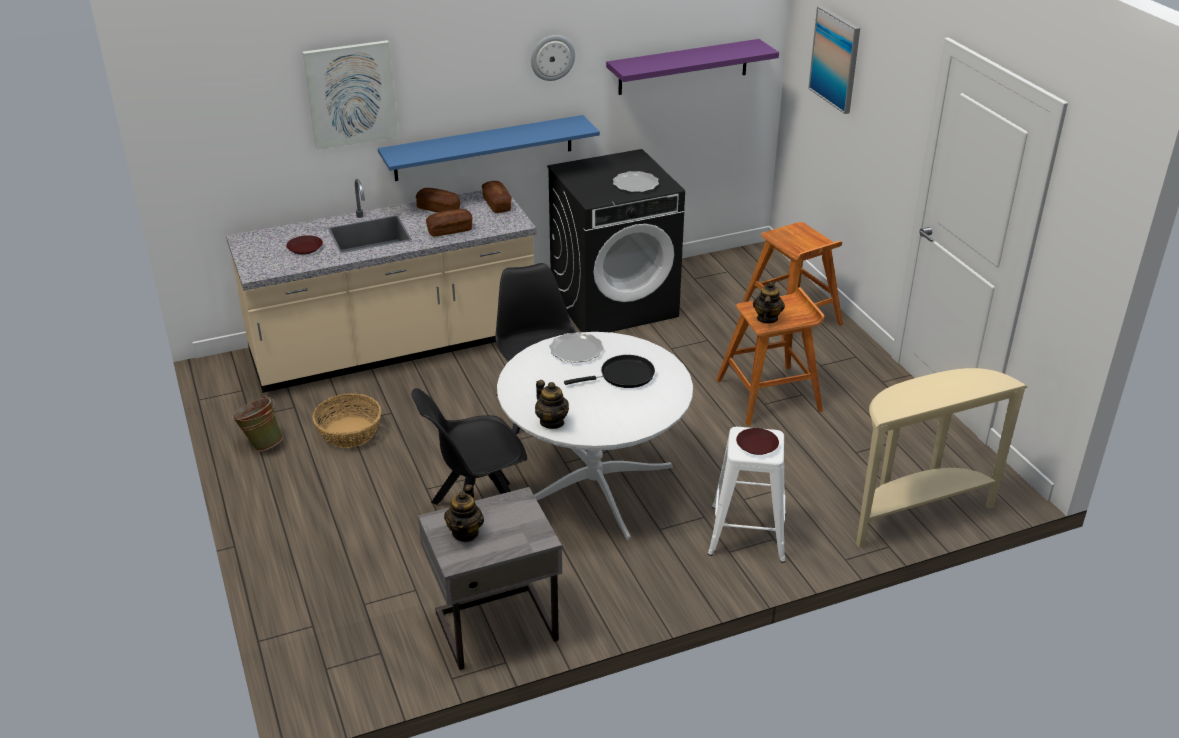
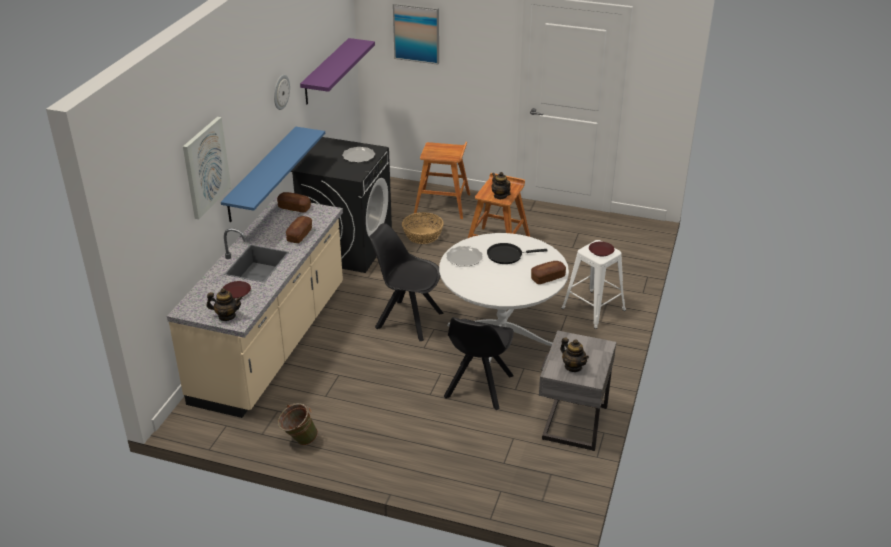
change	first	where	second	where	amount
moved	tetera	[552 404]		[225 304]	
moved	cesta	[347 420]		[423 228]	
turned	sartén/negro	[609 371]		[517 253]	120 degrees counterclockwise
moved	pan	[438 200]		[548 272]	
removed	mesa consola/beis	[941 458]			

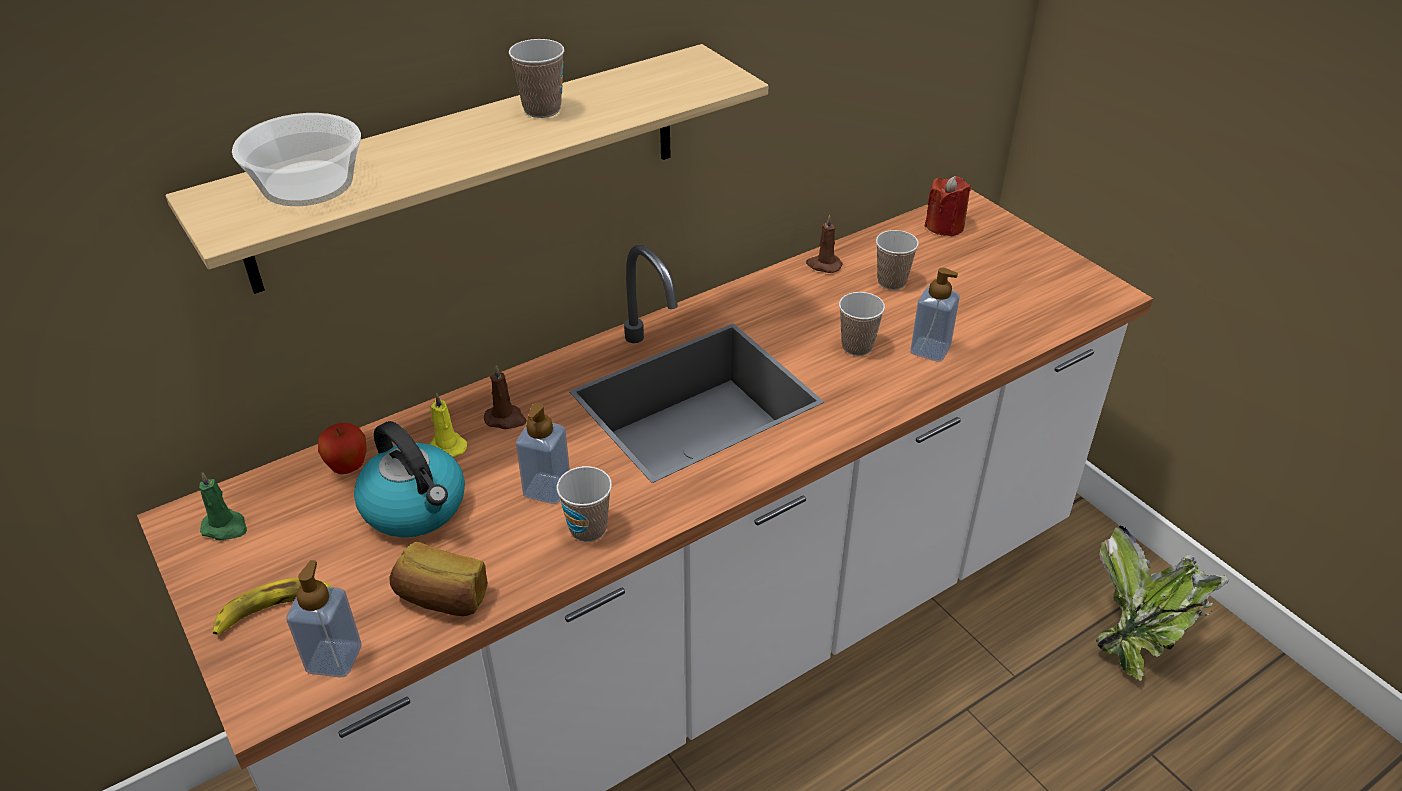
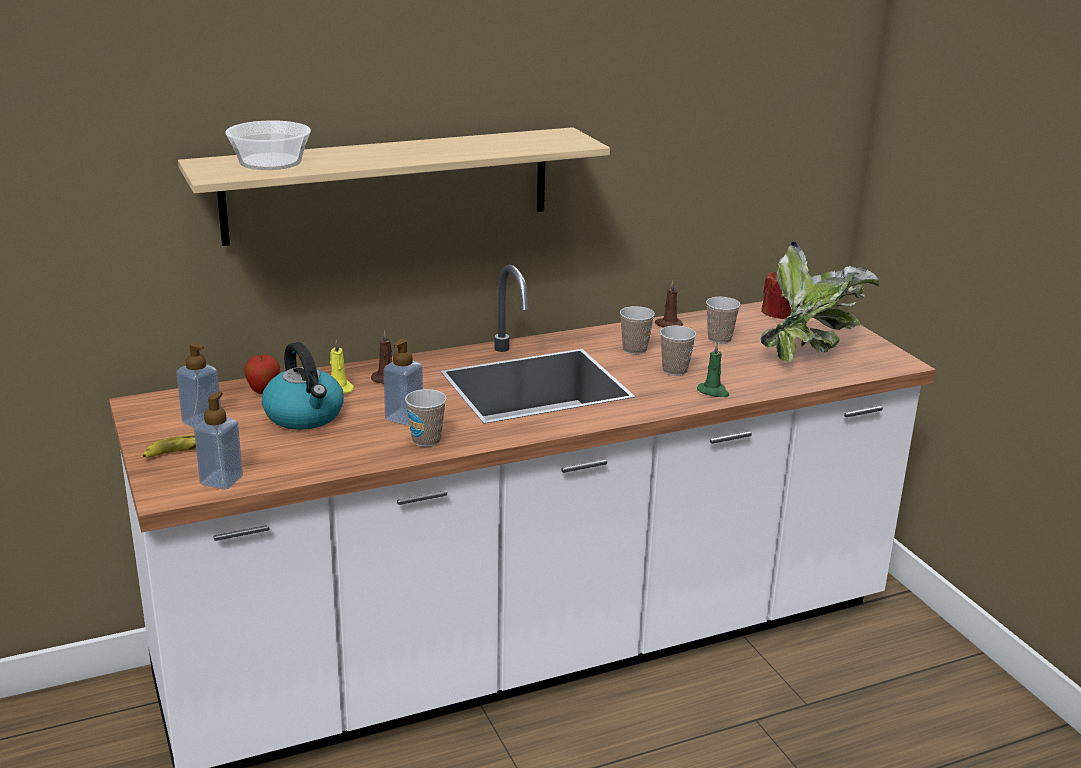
change	first	where	second	where	amount
moved	dispensador de jabón	[935 315]		[198 385]	
moved	taza	[537 78]		[637 330]	
moved	vela/verde	[223 506]		[713 370]	
moved	planta en maceta	[1162 603]		[820 302]	
removed	pan	[438 579]			

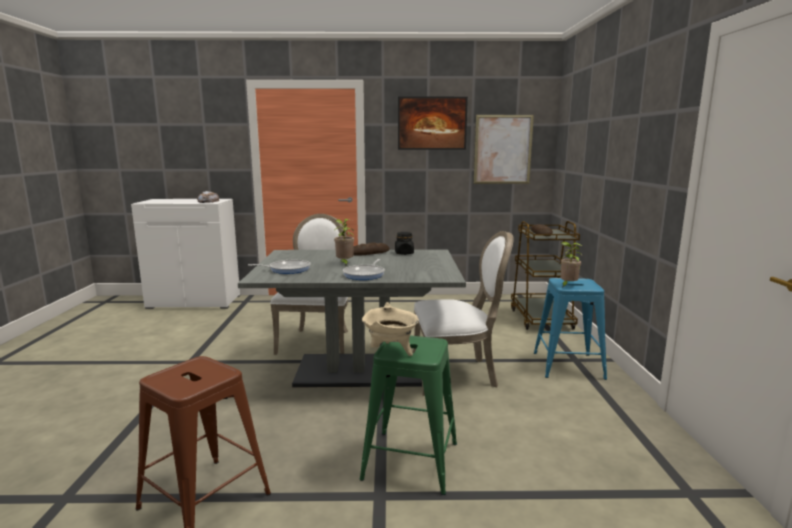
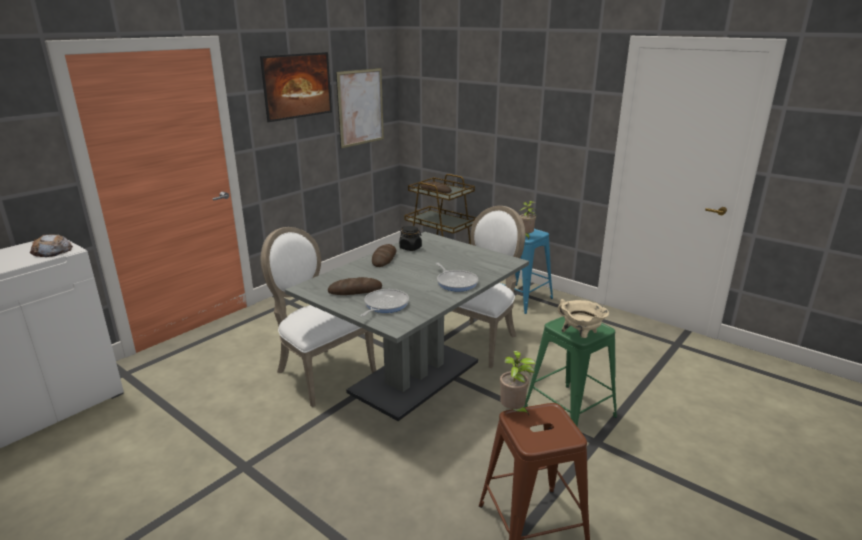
change	first	where	second	where	amount
added			pan	[355 286]	
moved	planta en maceta	[344 242]		[518 384]	

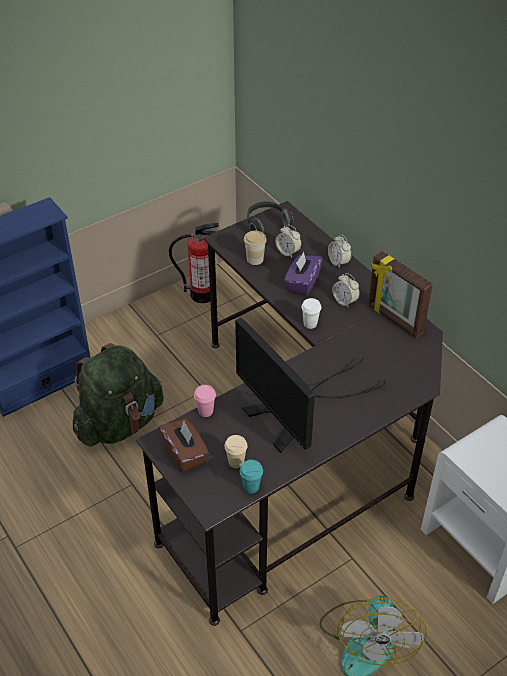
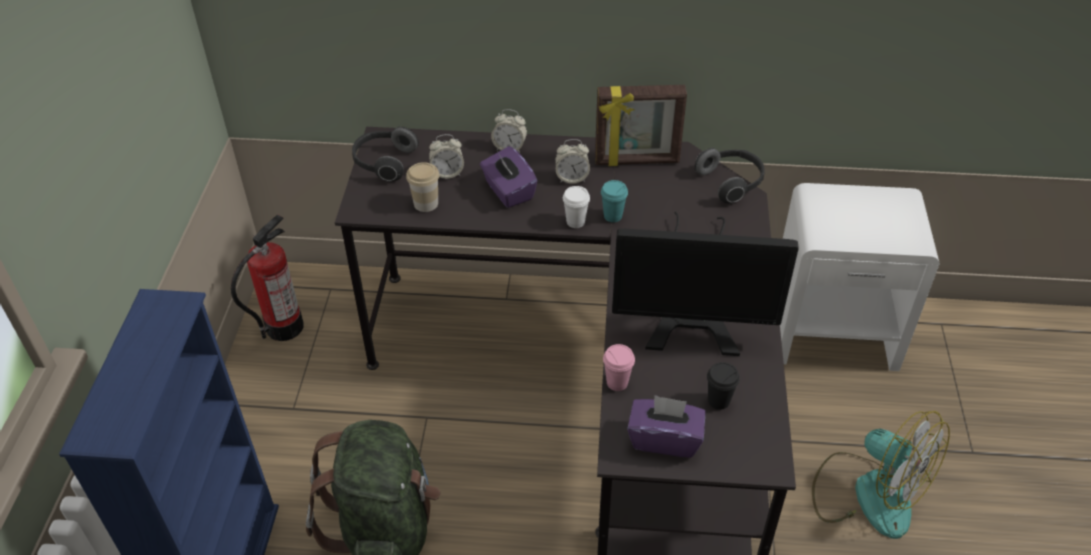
change	first	where	second	where	amount
moved	taza/turquesa	[251 477]		[614 201]	
recoloured	caja de pañuelos/marrón	[184 445]	caja de pañuelos/morado	[666 426]	
added			auriculares	[729 175]	
recoloured	taza/beis	[236 451]	taza/negro	[723 386]	

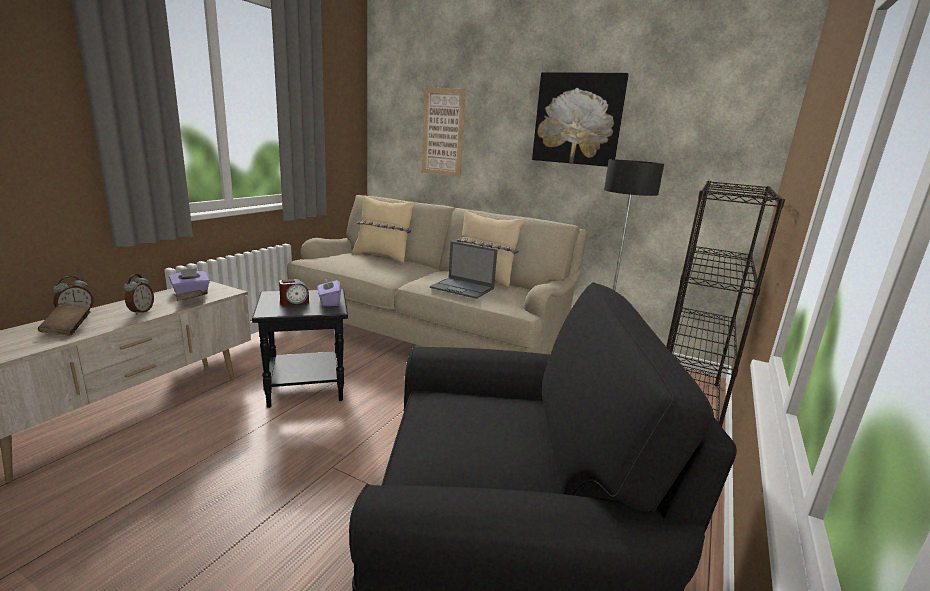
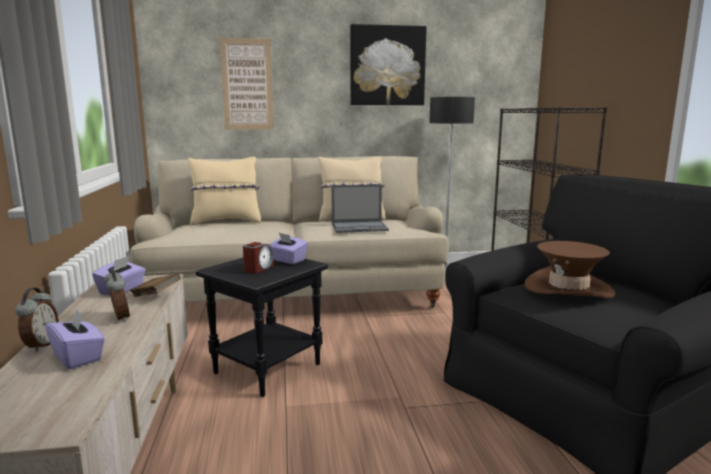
change	first	where	second	where	amount
replaced	libro/marrón	[64 319]	caja de pañuelos/morado	[75 338]	
added			sombrero/marrón	[570 269]	

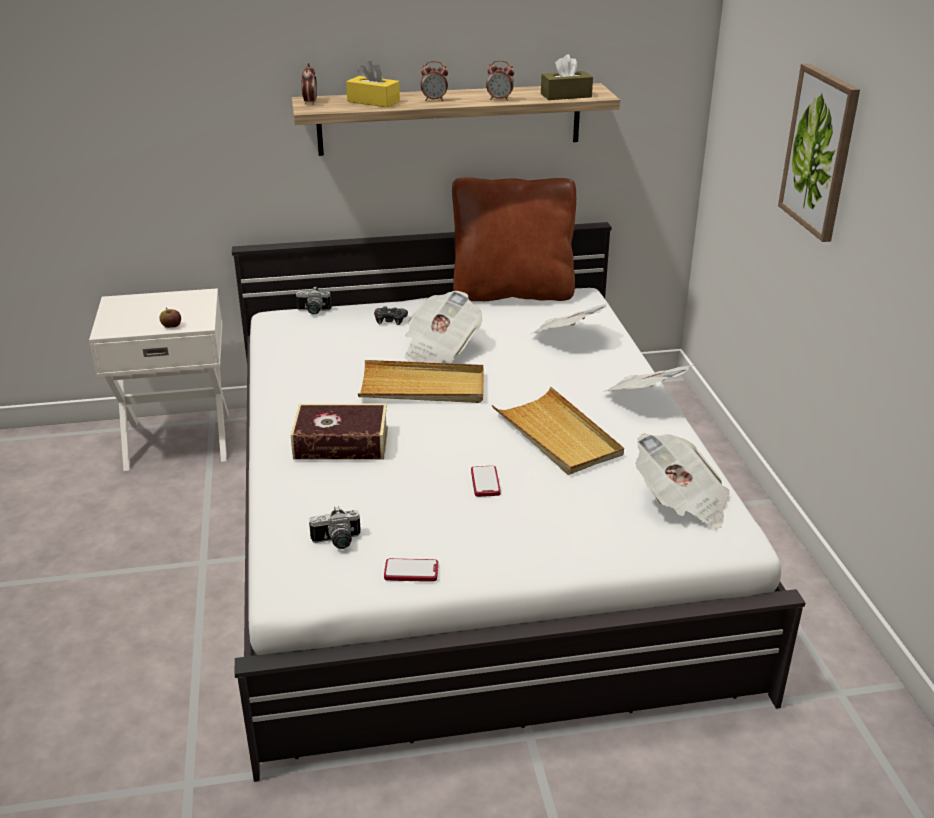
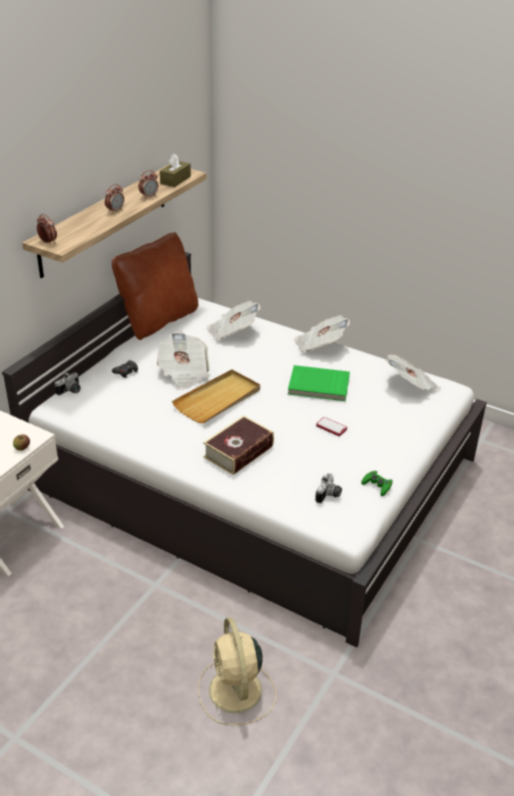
change	first	where	second	where	amount
added			ventilador/beis	[237 671]	
replaced	bandeja/beis	[558 431]	libro/verde	[319 383]	
replaced	móvil	[411 570]	mando de consola/verde	[377 483]	
removed	caja de pañuelos/amarillo	[373 84]			
removed	cuadro	[819 153]			

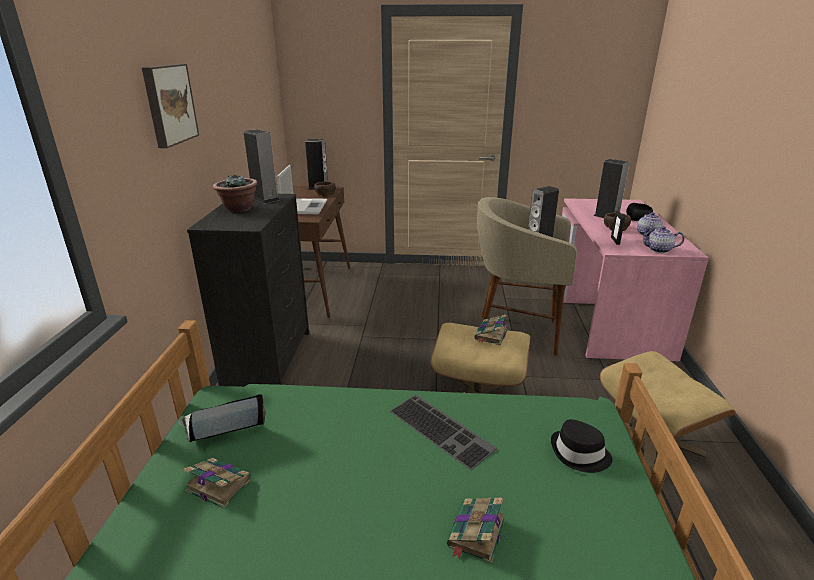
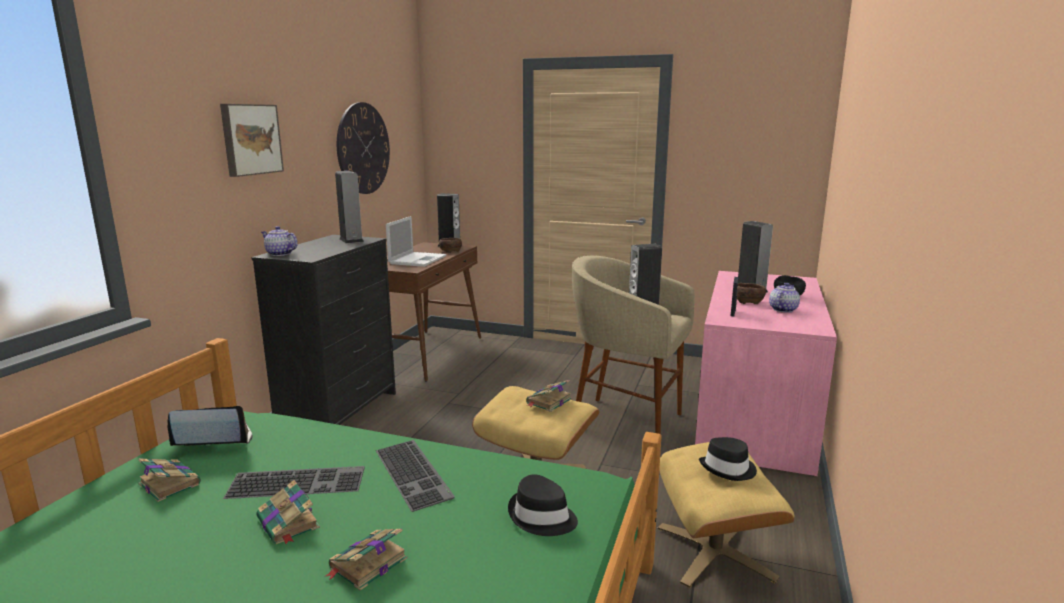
change	first	where	second	where	amount
added			teclado	[294 482]	
added			libro	[288 512]	
moved	tetera	[662 239]		[279 241]	
added			reloj de pared	[363 148]	
added			sombrero/negro	[728 459]	
removed	planta en maceta	[235 193]			

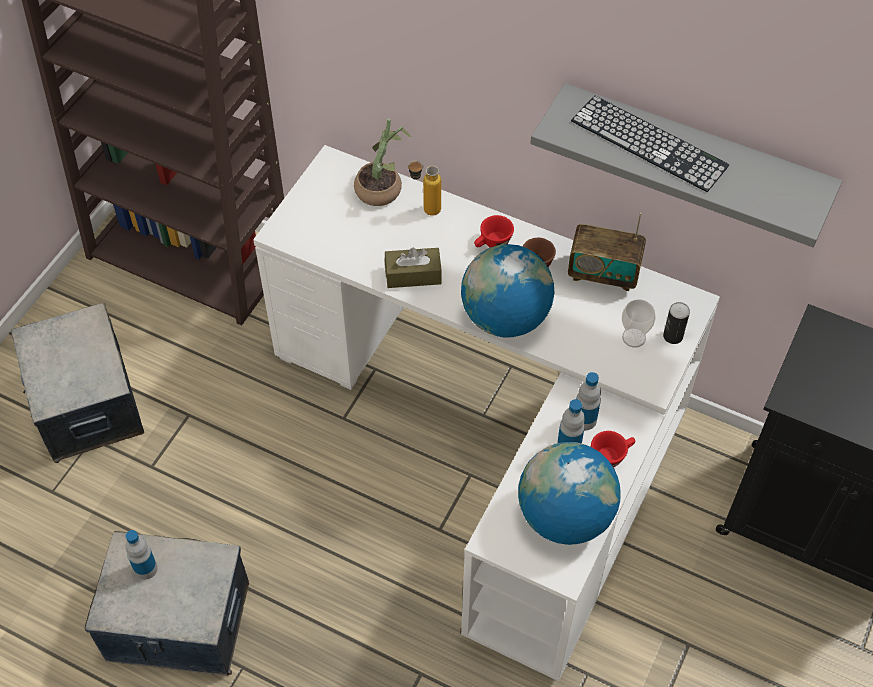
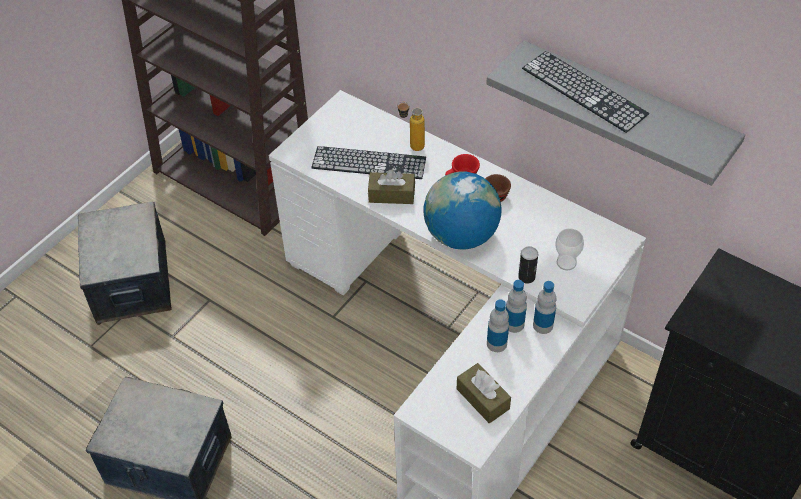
change	first	where	second	where	amount
added			teclado	[368 162]	
replaced	globo terráqueo	[569 493]	caja de pañuelos/marrón	[484 393]	
moved	lata	[676 323]		[528 265]	
moved	botella	[141 555]		[545 307]	
removed	planta en maceta	[382 162]			
removed	radio	[607 251]			
removed	taza/rojo	[613 449]			

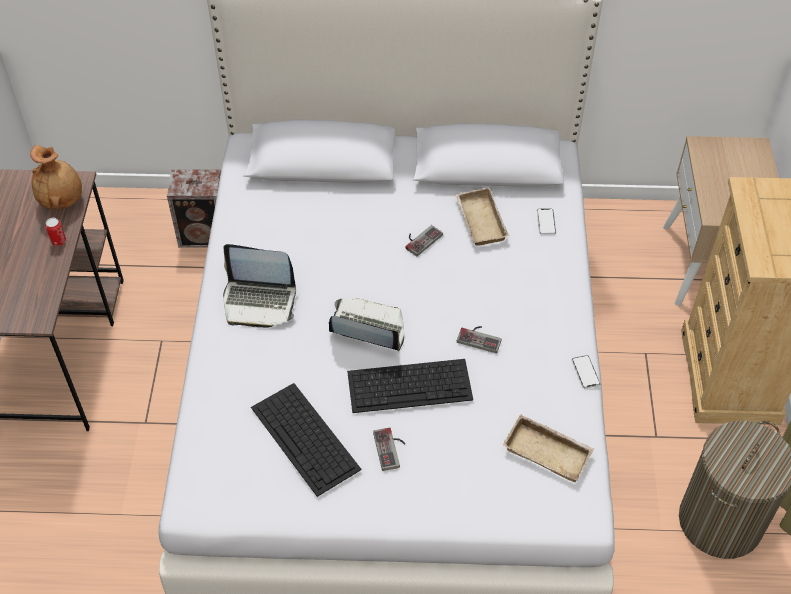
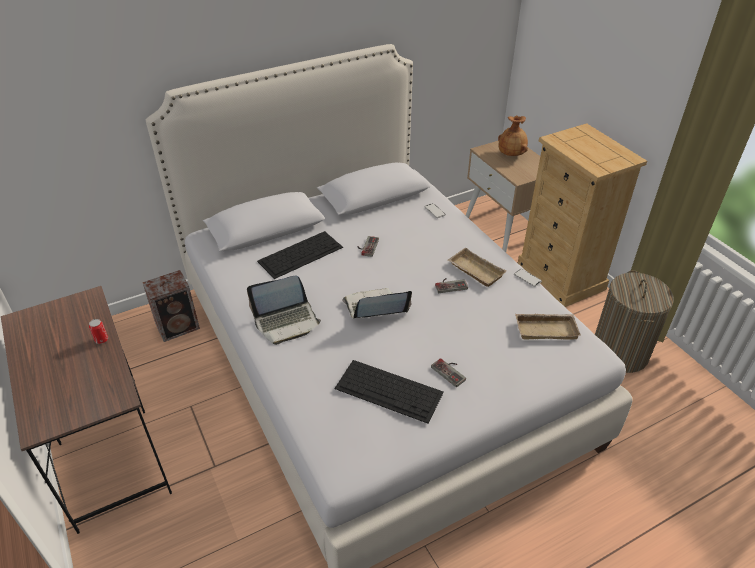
change	first	where	second	where	amount
moved	teclado	[410 386]		[300 255]	
moved	bandeja/beis	[482 216]		[477 267]	
moved	florero/marrón	[56 177]		[513 135]	

